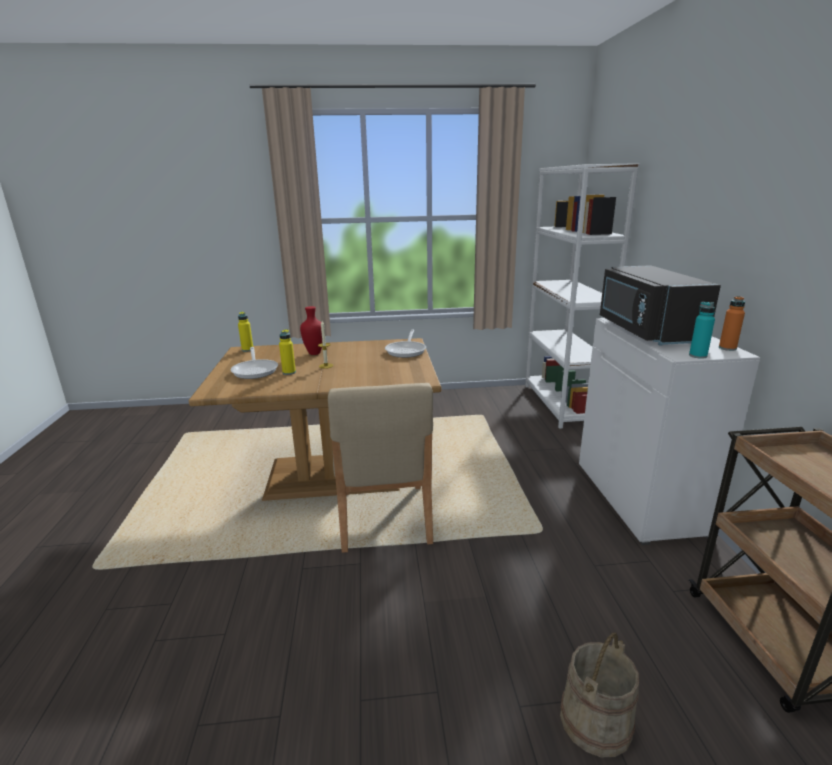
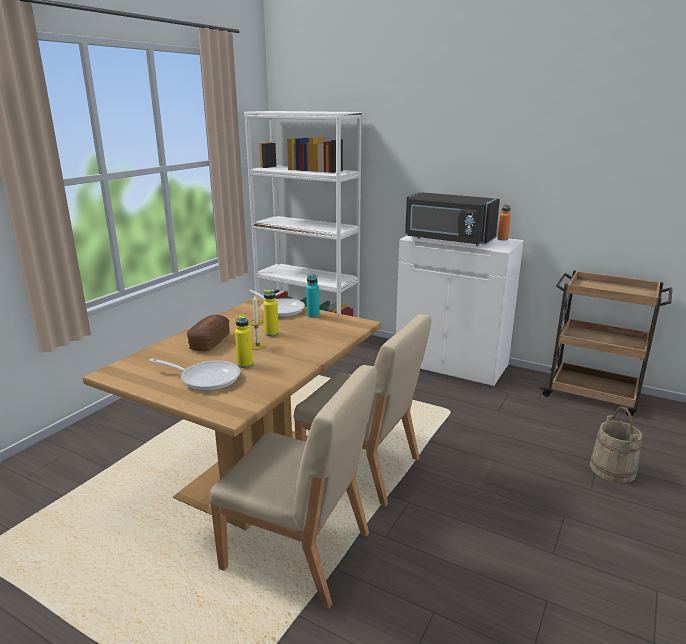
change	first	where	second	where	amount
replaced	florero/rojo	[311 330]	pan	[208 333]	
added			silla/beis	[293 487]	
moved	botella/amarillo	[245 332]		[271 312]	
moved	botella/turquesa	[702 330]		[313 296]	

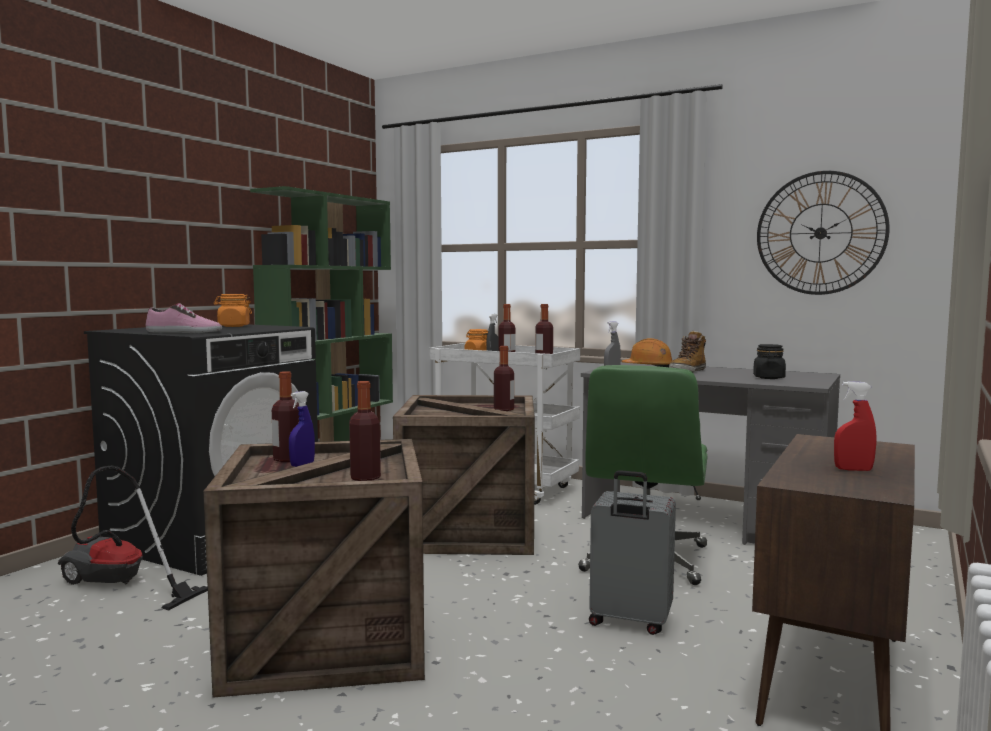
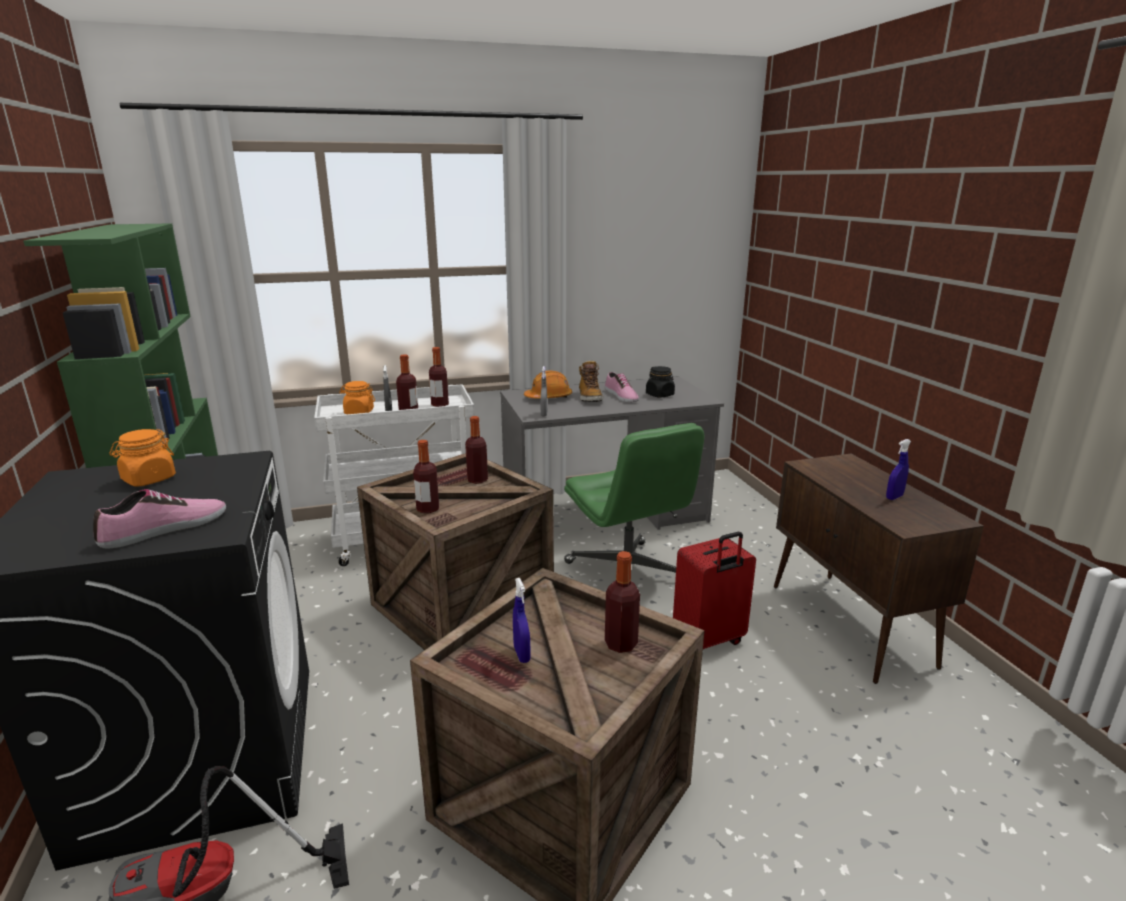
change	first	where	second	where	amount
moved	botella	[285 416]		[426 476]	
added			zapato	[622 387]	
recoloured	maleta/gris	[632 552]	maleta/rojo	[714 590]	
recoloured	pulverizador/rojo	[855 426]	pulverizador/azul	[898 469]	
removed	reloj de pared	[823 233]			

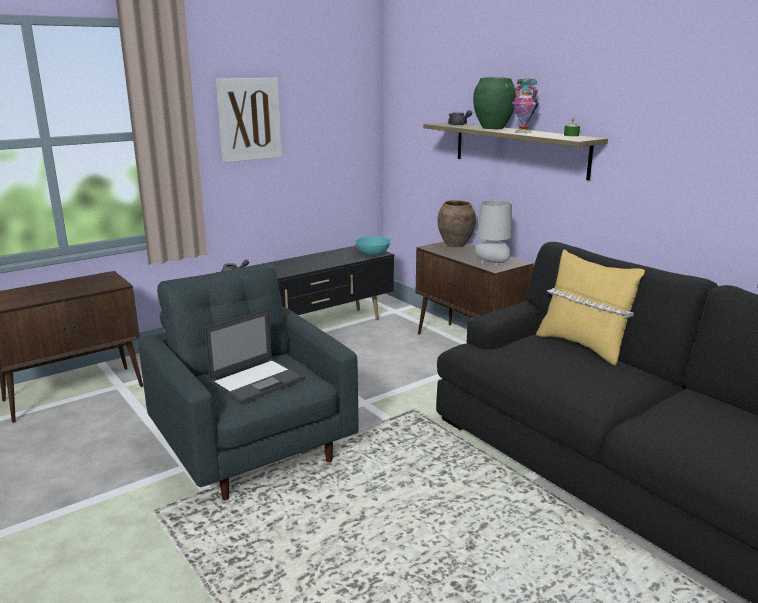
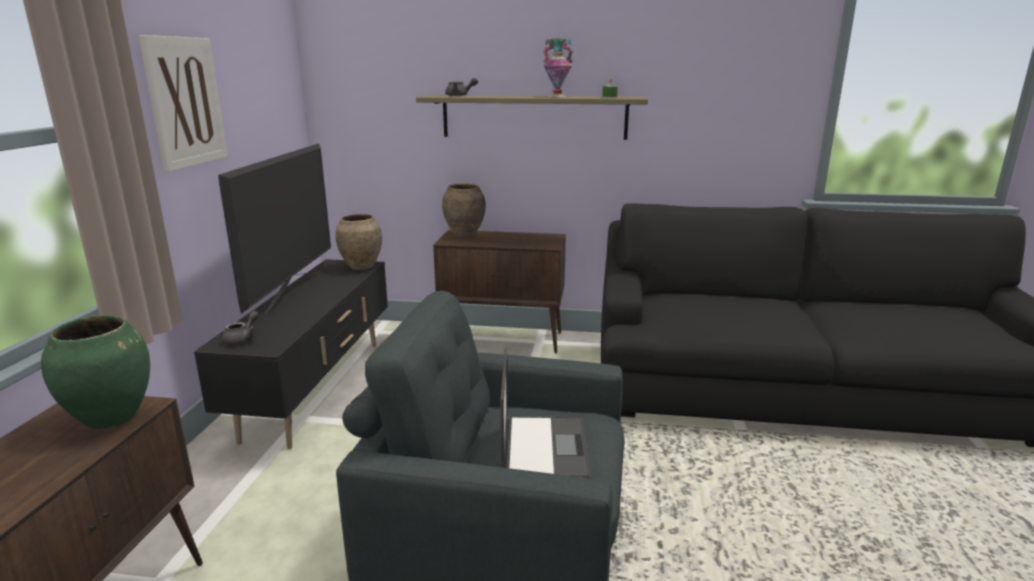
change	first	where	second	where	amount
moved	florero/verde	[494 103]		[95 372]	
added			televisor	[275 228]	
replaced	cuenco/turquesa	[372 246]	florero/marrón	[358 242]	
removed	lámpara de mesa/gris	[493 233]			
removed	cojín/amarillo	[590 307]			

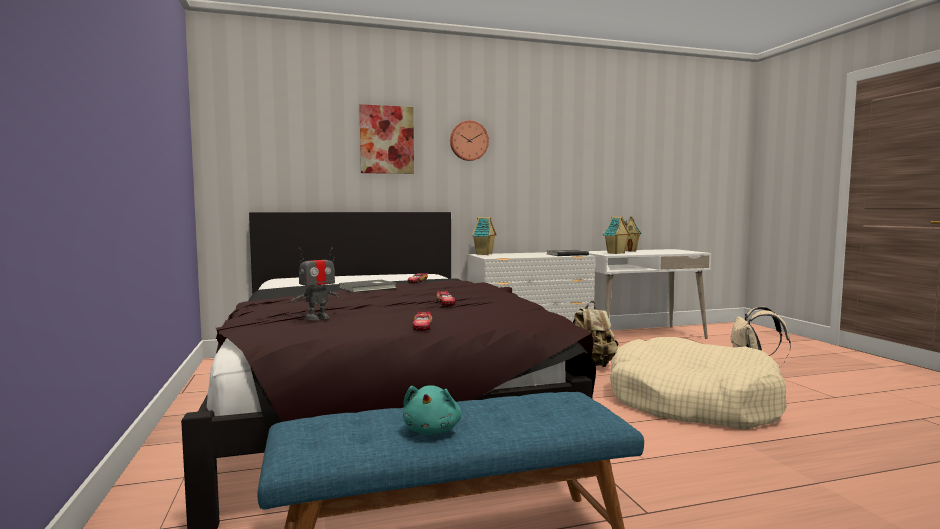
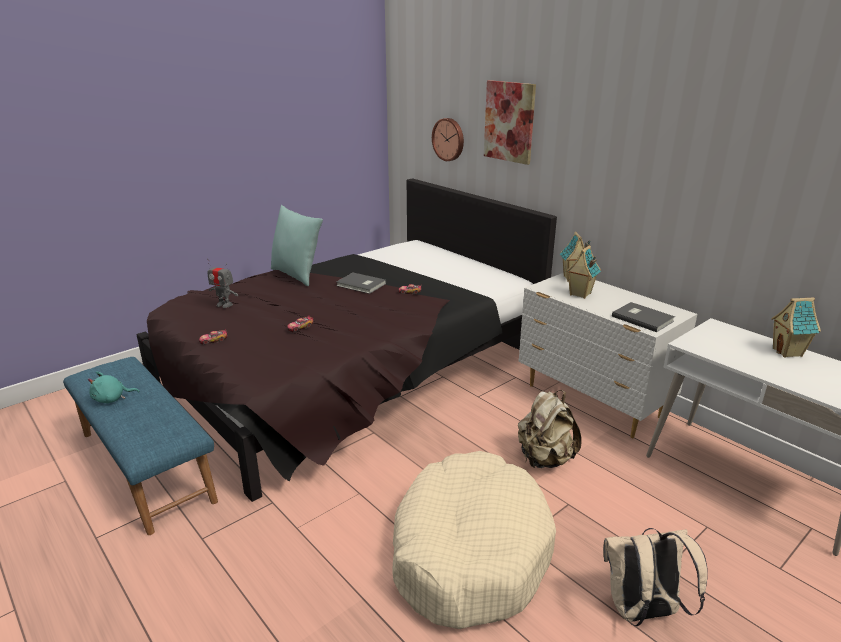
change	first	where	second	where	amount
added			cojín/turquesa	[297 245]	
moved	reloj de pared	[469 140]		[448 139]	
moved	casita	[617 235]		[583 272]	

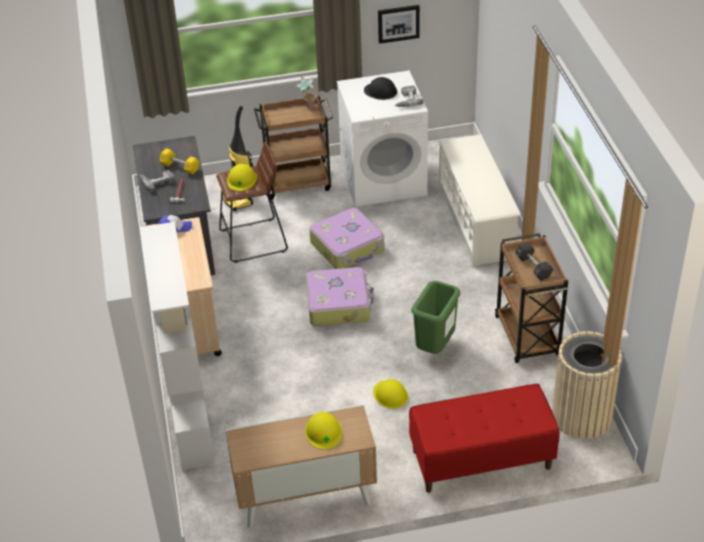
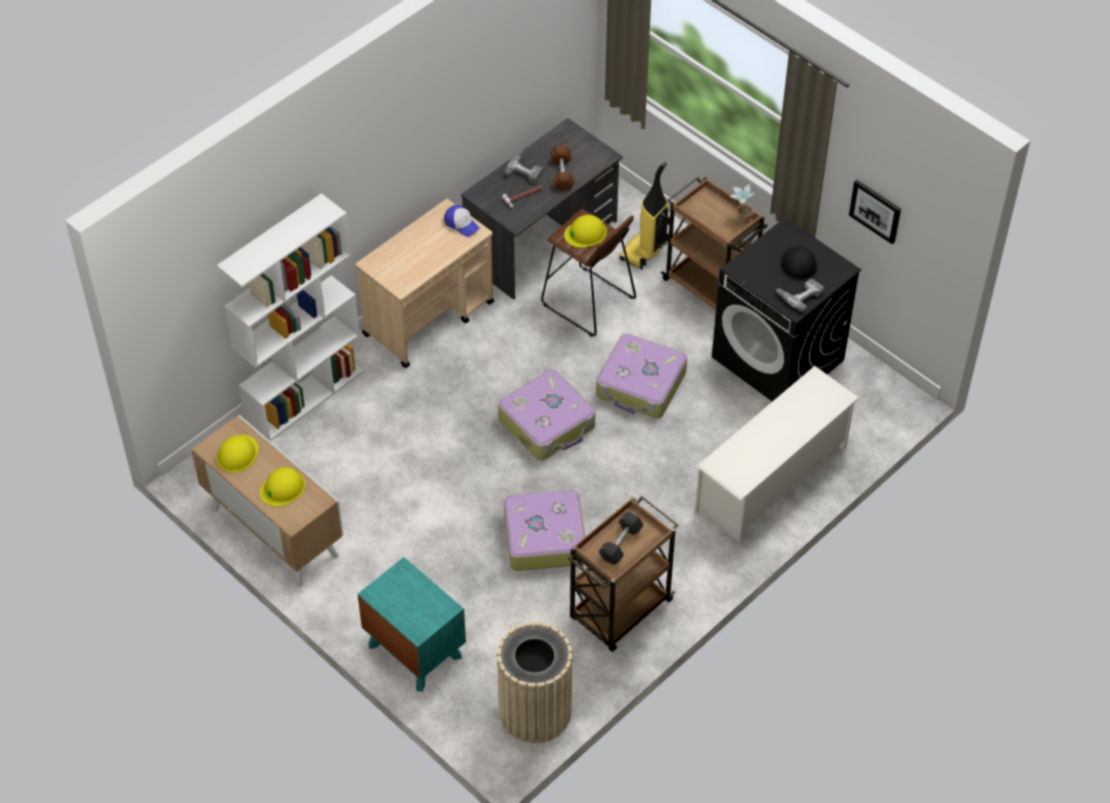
change	first	where	second	where	amount
moved	casco/amarillo	[390 394]		[238 453]	
replaced	banco/rojo	[484 438]	mesita de noche/turquesa	[411 624]	
replaced	papelera/verde	[436 317]	maleta	[544 530]	
recoloured	mancuerna/amarillo	[179 161]	mancuerna/marrón	[562 168]	
recoloured	lavadora/blanco	[382 138]	lavadora/negro	[786 309]	

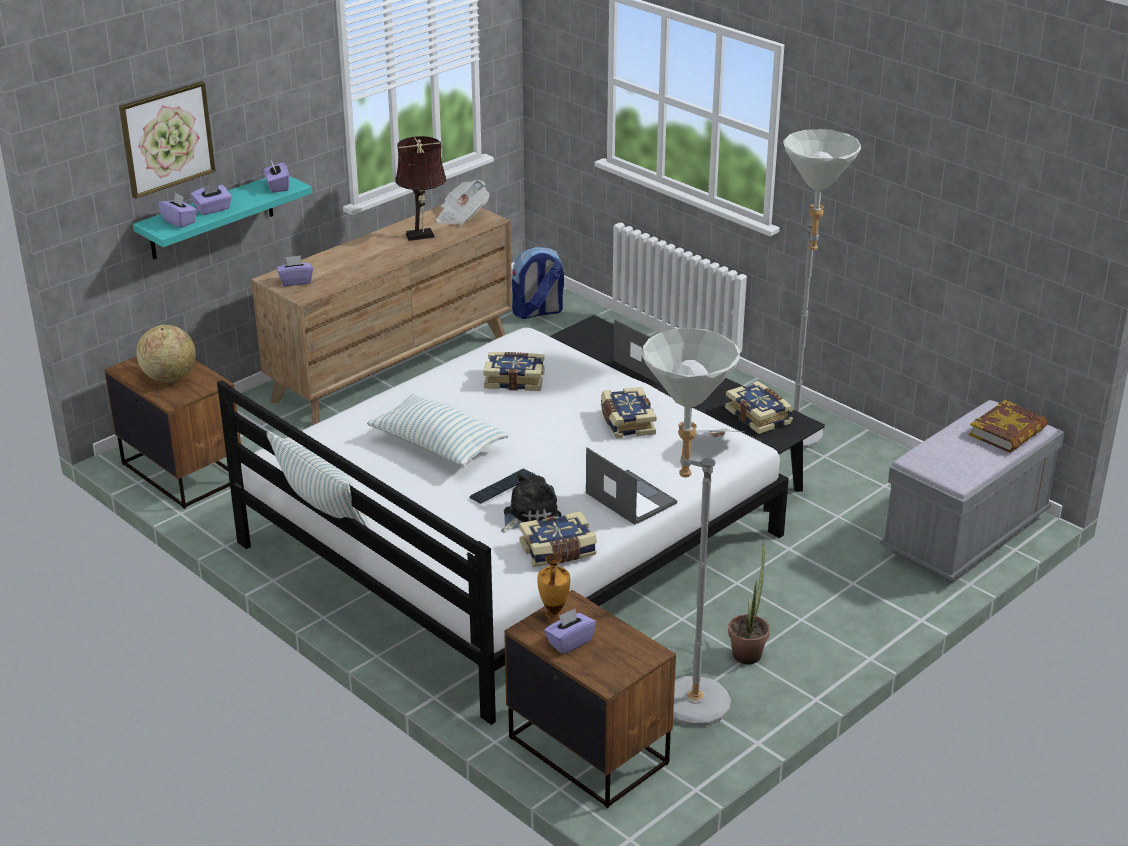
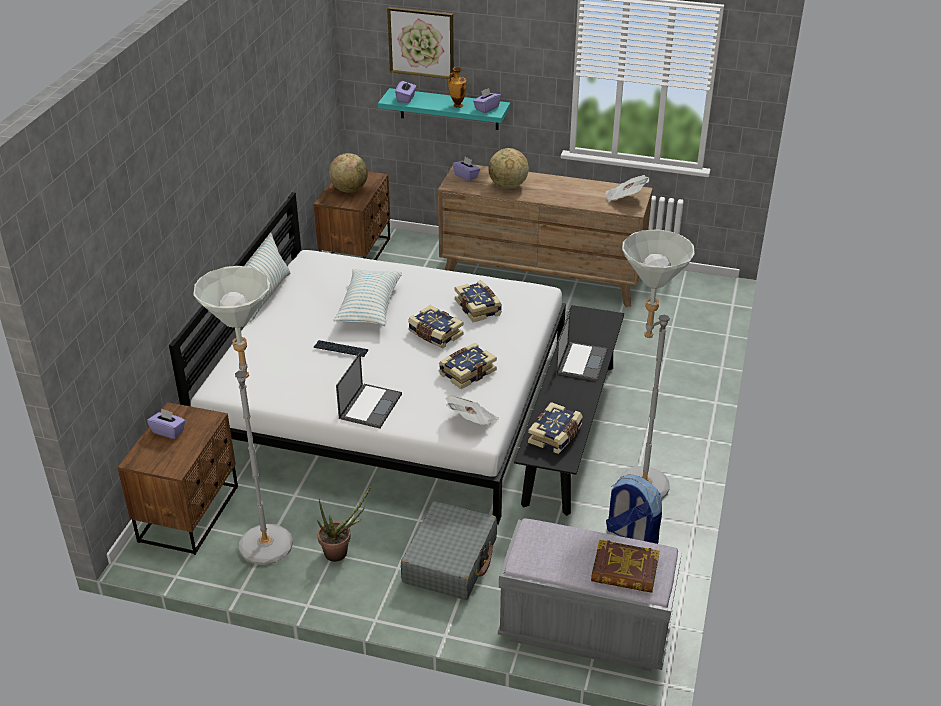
change	first	where	second	where	amount
added			maleta/gris	[449 550]	
moved	libro	[558 539]		[436 326]	
moved	florero	[553 586]		[457 87]	
added			globo terráqueo	[508 168]	
moved	mochila	[538 283]		[634 509]	
removed	caja de pañuelos/morado	[211 199]			
removed	lámpara de mesa/marrón	[420 188]			
removed	peluche	[531 502]			

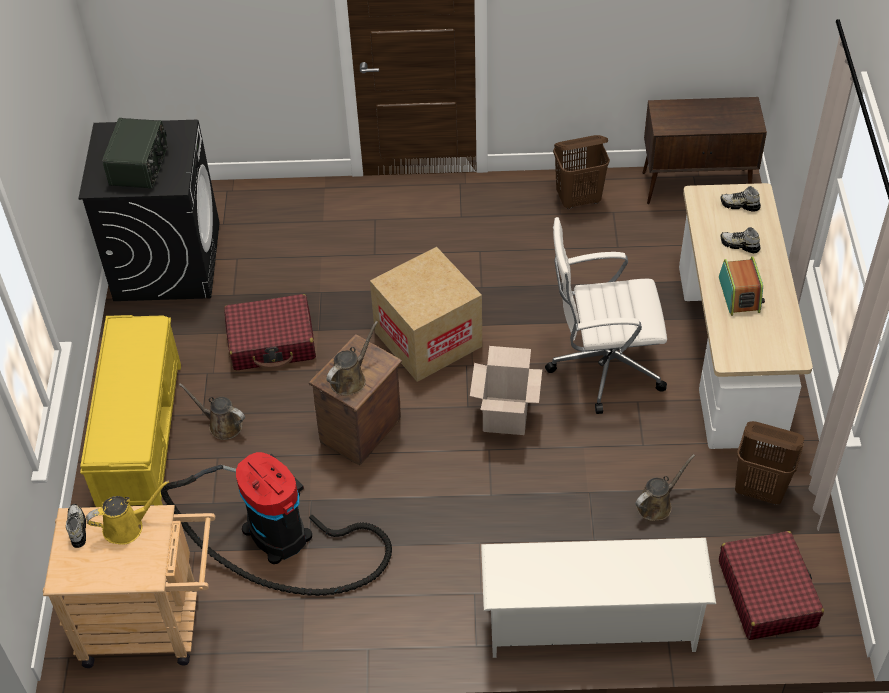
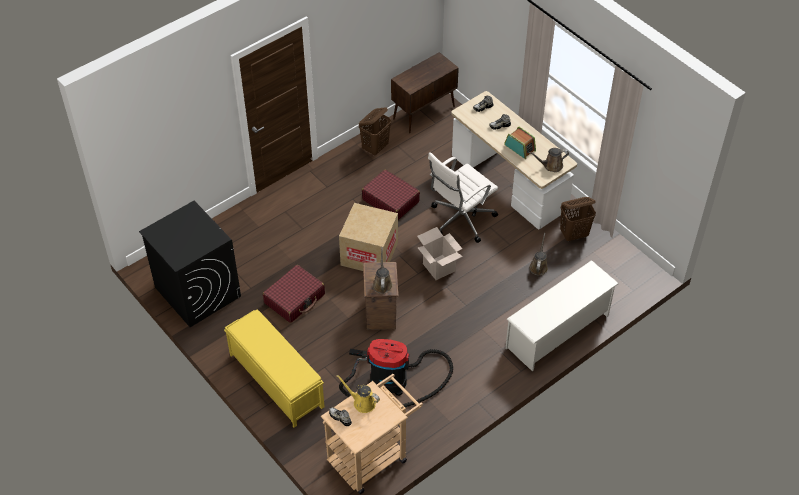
change	first	where	second	where	amount
turned	regadera/amarillo	[127 513]		[358 394]	90 degrees counterclockwise
moved	maleta/rojo	[771 585]		[391 195]	
moved	regadera/marrón	[212 411]		[549 160]	
removed	radio	[135 153]			

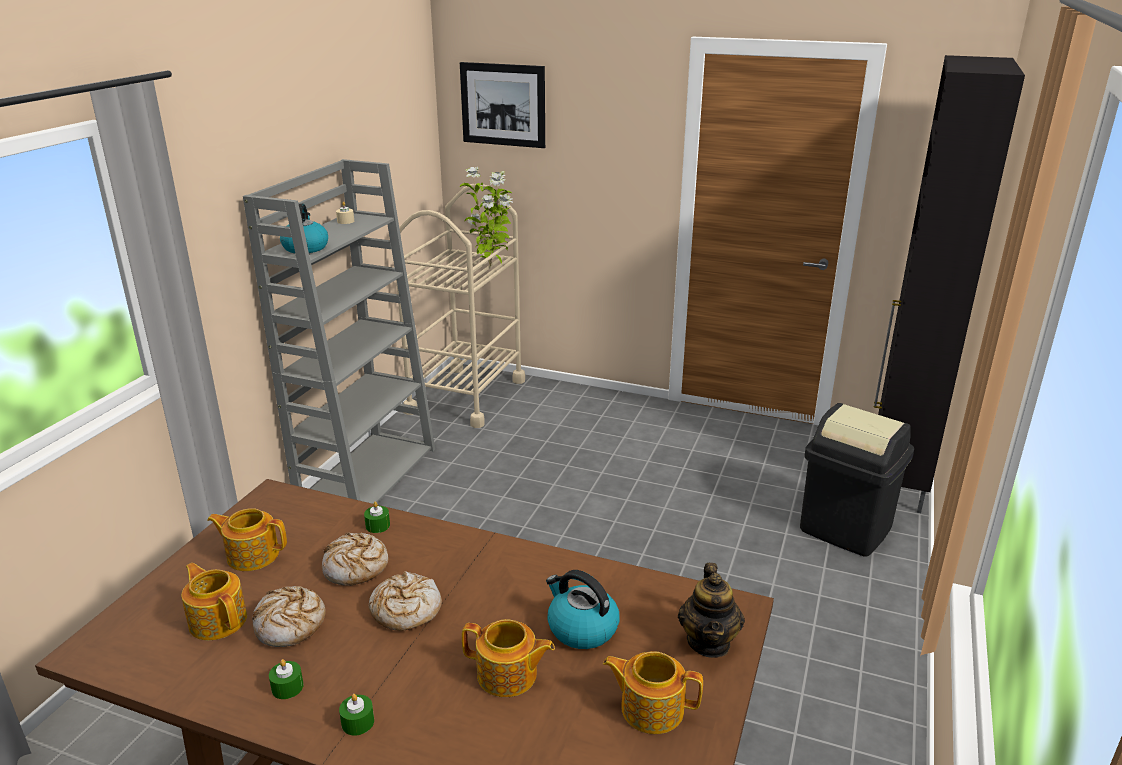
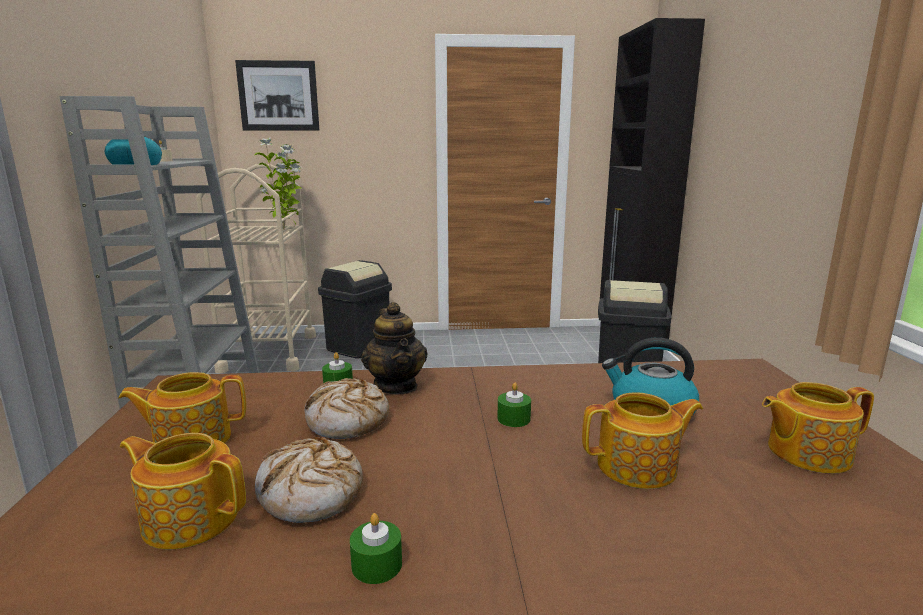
change	first	where	second	where	amount
added			papelera/negro	[355 309]	
moved	tetera	[711 610]		[394 348]	
moved	vela/verde	[356 715]		[514 404]	
removed	pan	[405 601]			

